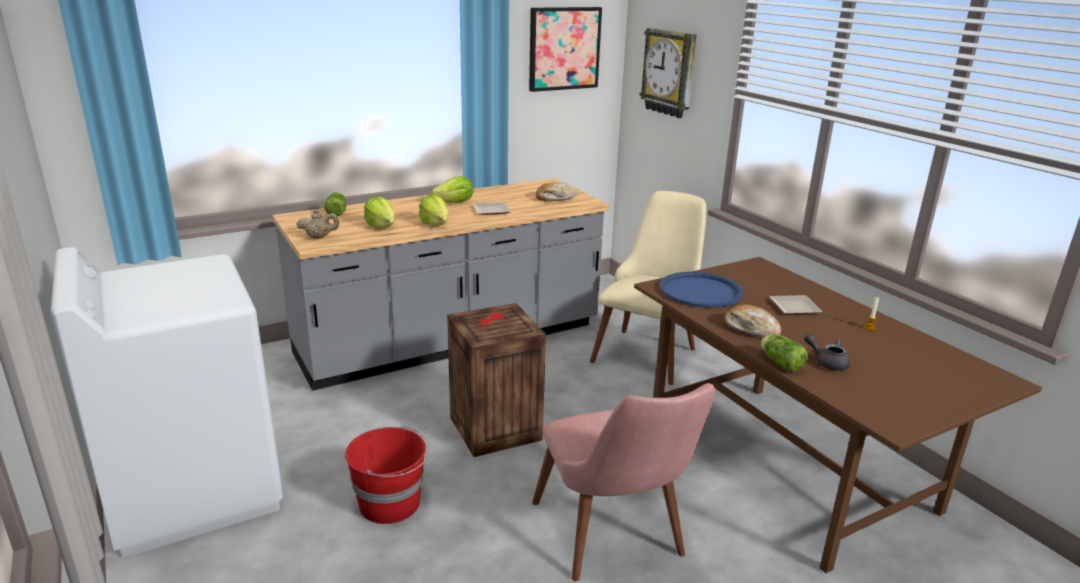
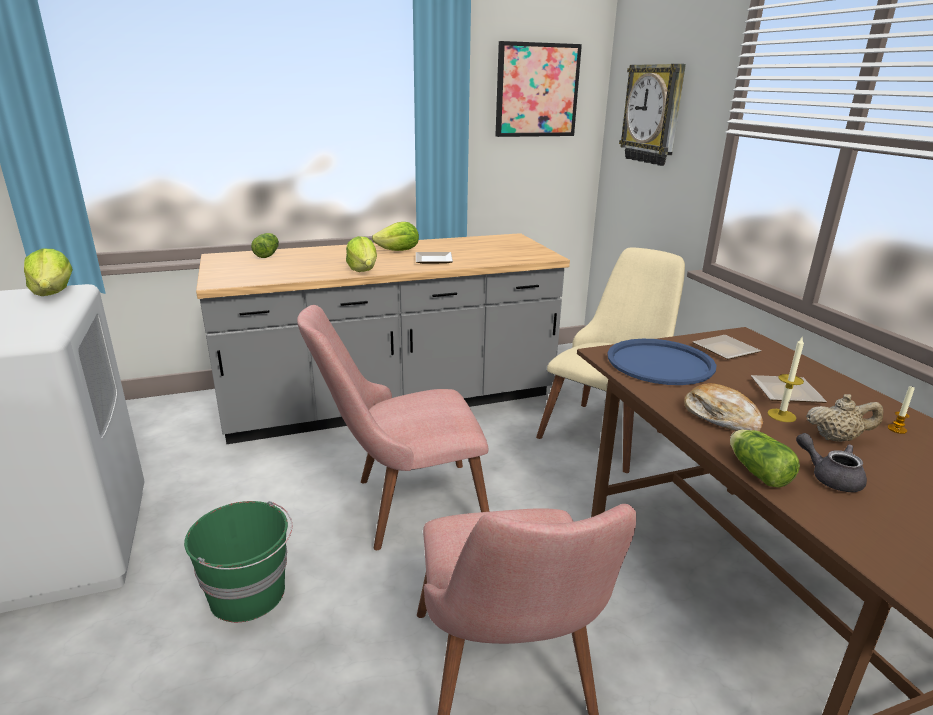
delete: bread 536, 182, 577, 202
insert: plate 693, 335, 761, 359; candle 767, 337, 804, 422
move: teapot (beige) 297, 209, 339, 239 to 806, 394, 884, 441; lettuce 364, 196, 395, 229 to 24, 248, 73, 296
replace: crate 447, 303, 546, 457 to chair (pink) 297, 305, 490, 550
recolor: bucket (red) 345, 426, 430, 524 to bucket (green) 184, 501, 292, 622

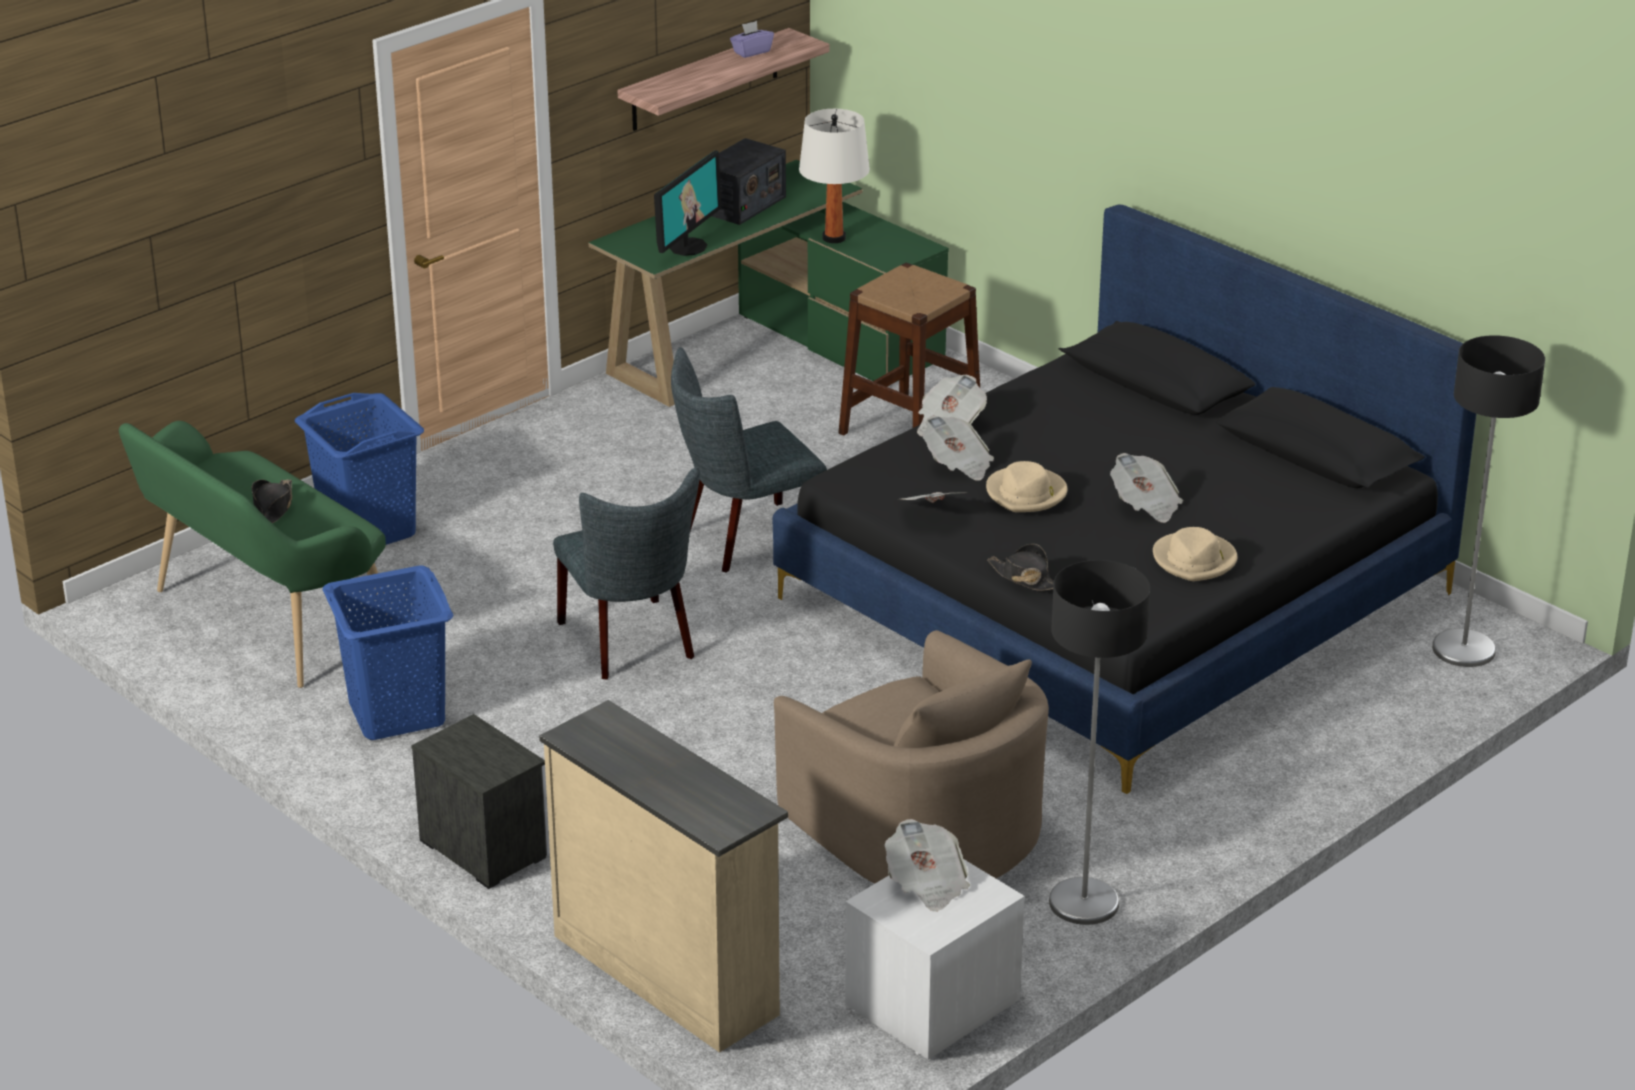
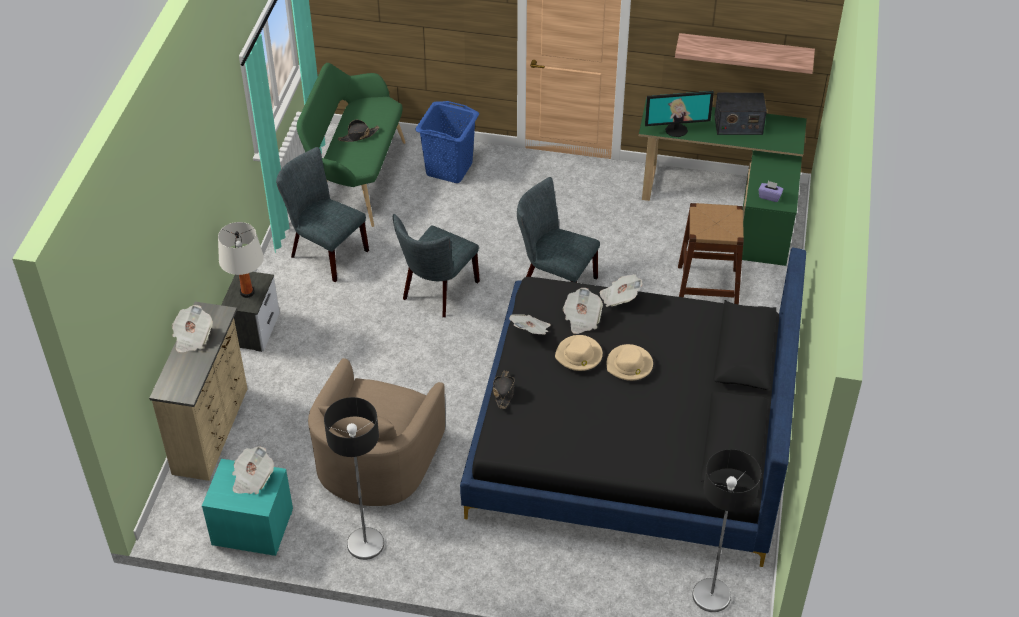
move: tissue box (purple) 730, 21, 774, 58 to 758, 181, 784, 202; table lamp (white) 799, 109, 870, 243 to 218, 222, 264, 298; newspaper 1110, 453, 1183, 523 to 172, 305, 213, 352; hat (beige) 1153, 527, 1237, 581 to 607, 344, 653, 381
replace: laundry basket (blue) 323, 565, 453, 740 to chair (grey) 276, 147, 369, 282
recolor: nightstand (white) 845, 859, 1025, 1060 to nightstand (turquoise) 202, 459, 293, 556

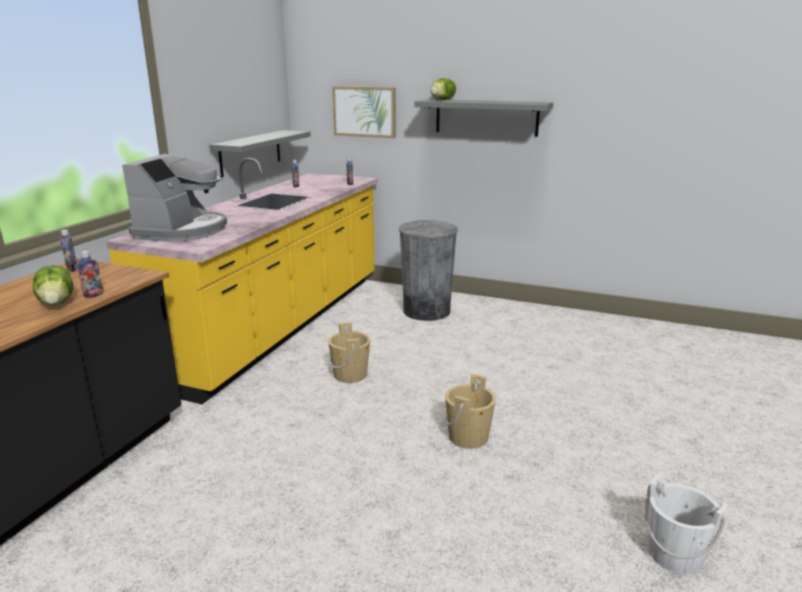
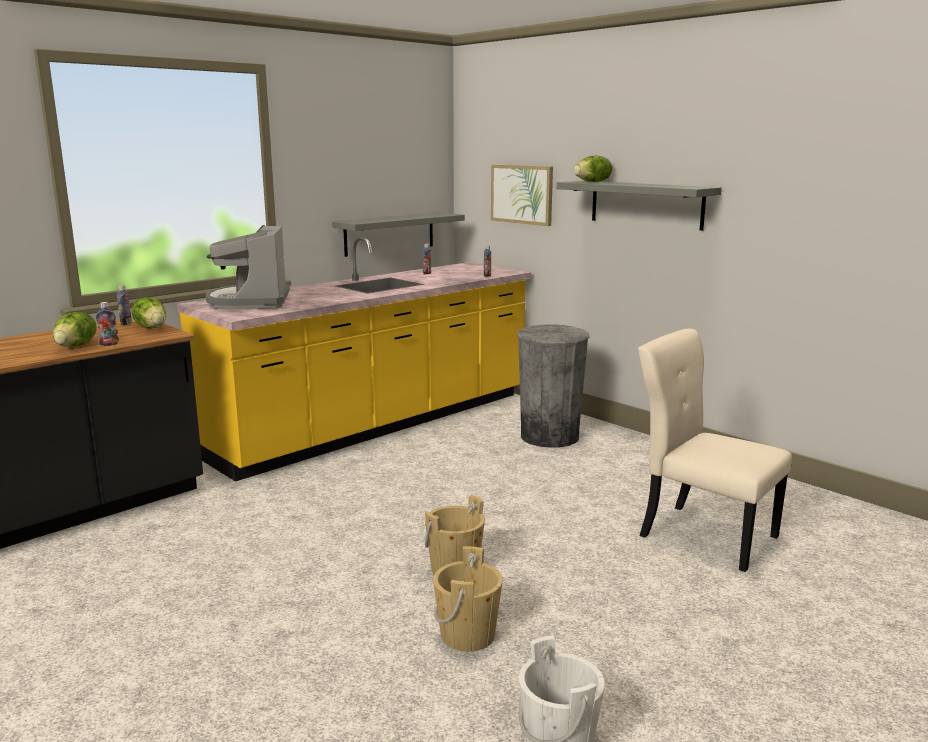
insert: lettuce 132, 297, 166, 329; chair (beige) 638, 329, 792, 572
move: bucket (beige) 328, 322, 371, 383 to 433, 546, 503, 652
rotate: coffee machine 122, 154, 227, 242 = 206, 225, 290, 310 135 degrees clockwise

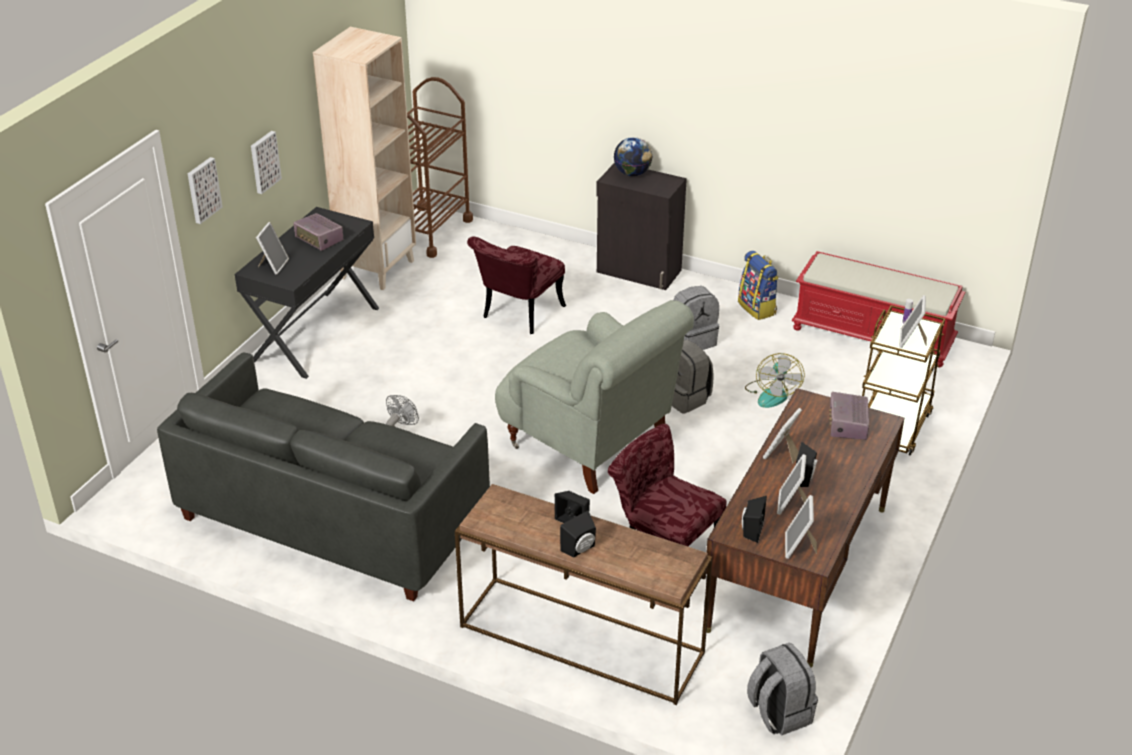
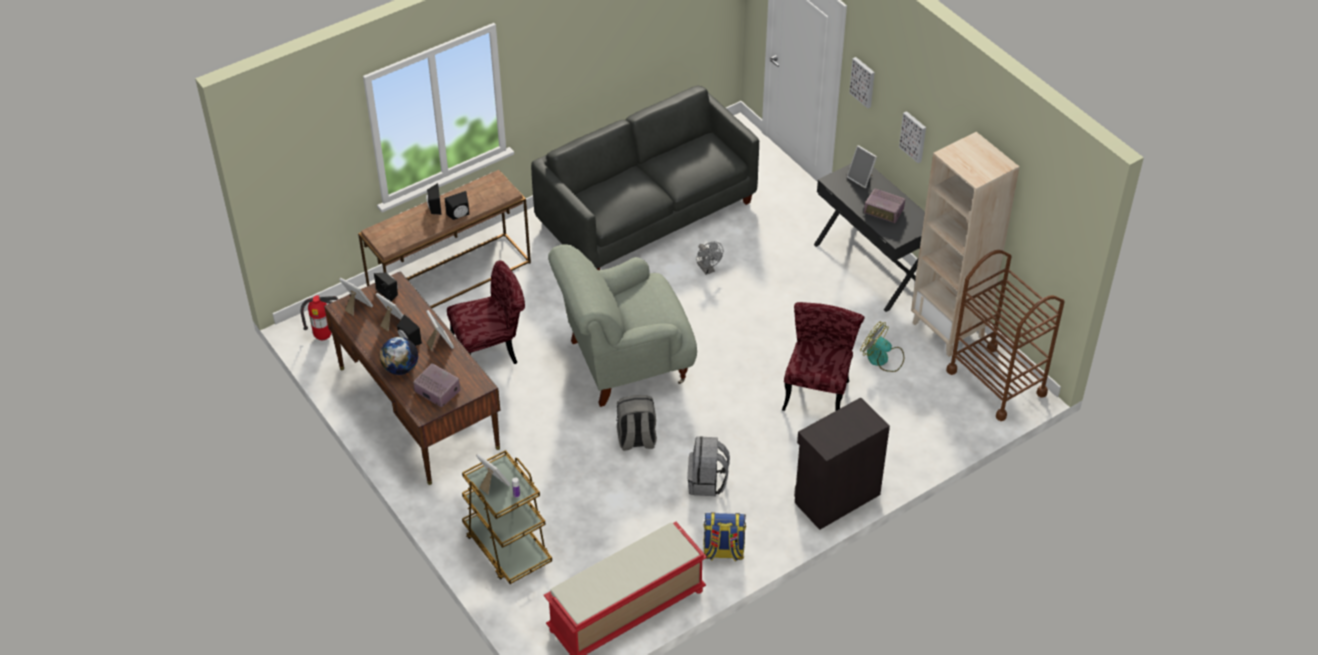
move: globe 614, 137, 652, 176 to 380, 337, 418, 375; fan 745, 353, 805, 408 to 860, 321, 904, 372
replace: backpack (grey) 747, 643, 818, 736 to fire extinguisher 300, 295, 338, 340
rotate: radio 293, 213, 343, 251 = 864, 189, 905, 224 135 degrees counterclockwise; chair (red) 467, 236, 566, 334 = 782, 302, 865, 411 45 degrees clockwise

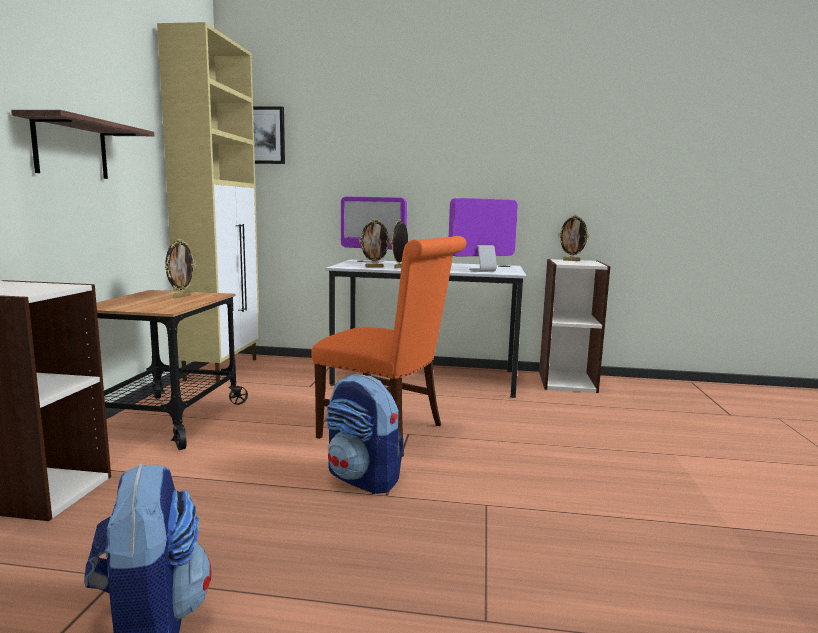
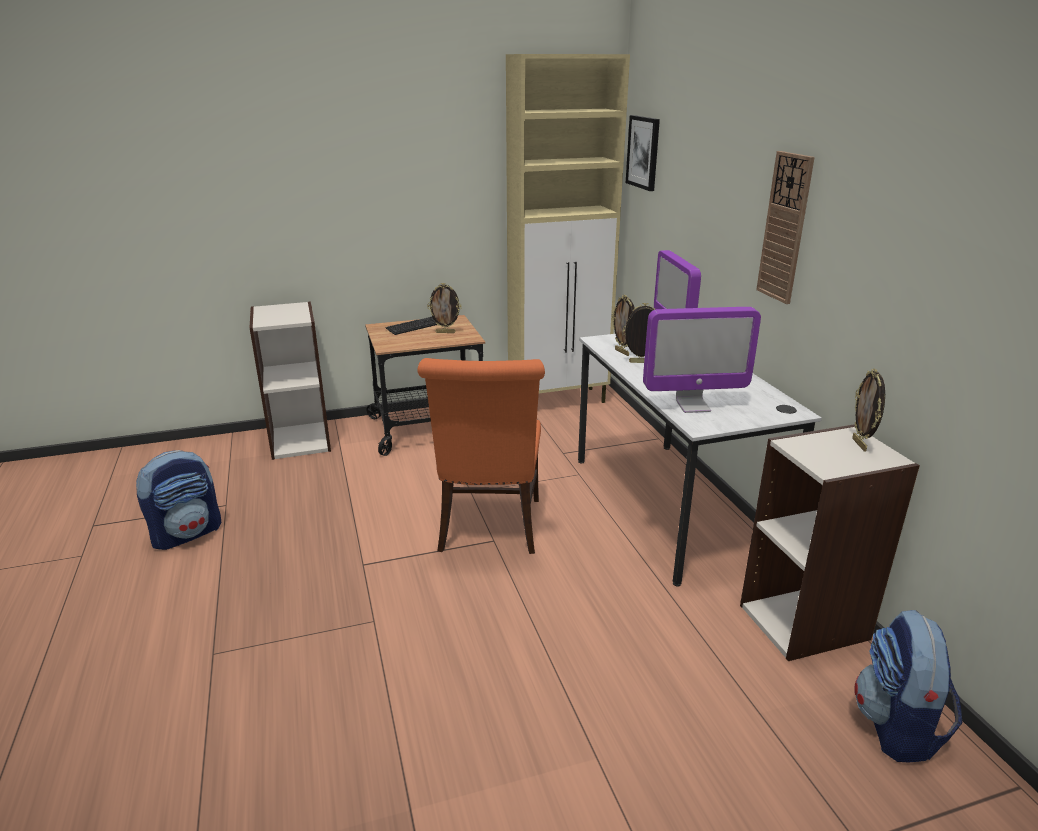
delete: shelf 11, 110, 154, 179
insert: keyboard 386, 316, 437, 335; wall clock 756, 151, 815, 304
move: backpack 326, 375, 404, 494 to 854, 610, 962, 762
rotate: monitor 449, 198, 518, 272 = 643, 307, 761, 413 135 degrees clockwise

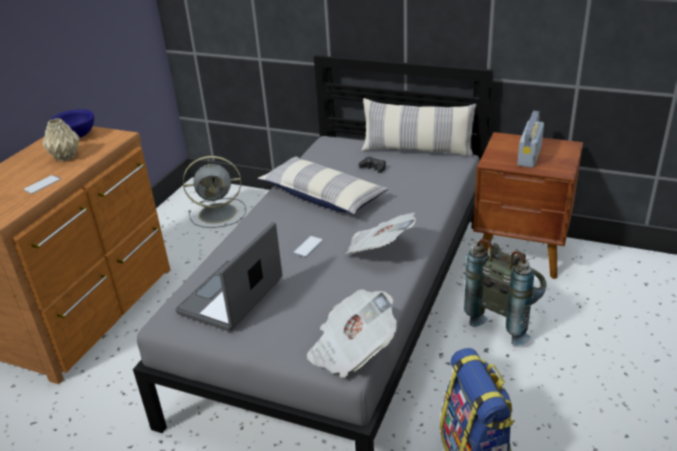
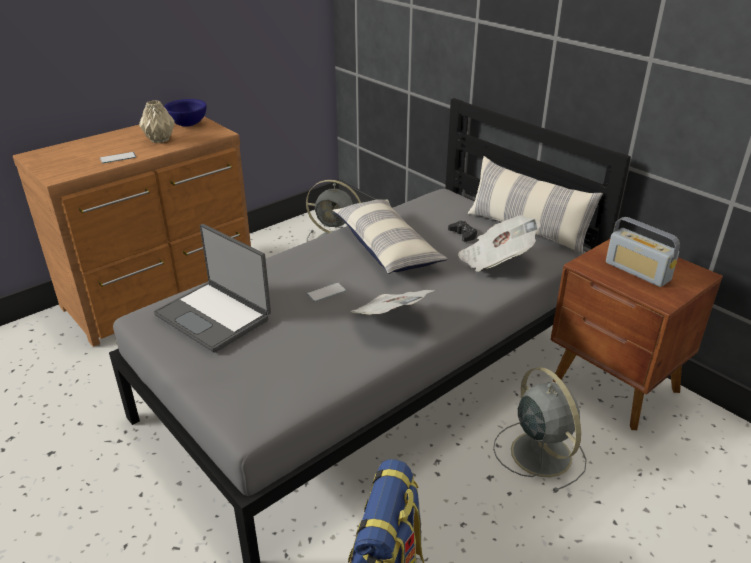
move: newspaper 307, 289, 397, 378 to 458, 215, 541, 272
replace: backpack (grey) 464, 239, 547, 346 to fan (grey) 493, 367, 587, 493
rotate: laptop 175, 222, 282, 332 = 154, 224, 271, 353 105 degrees counterclockwise; radio 517, 111, 544, 168 = 606, 217, 680, 287 90 degrees counterclockwise

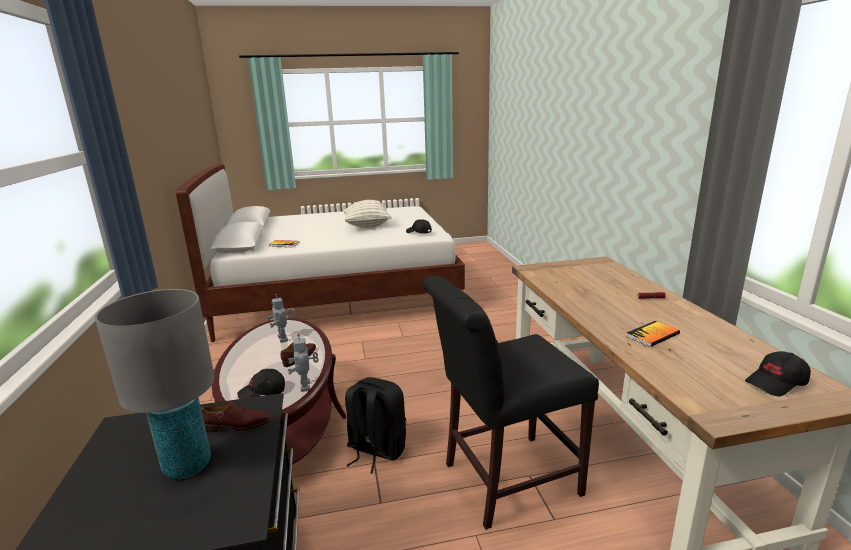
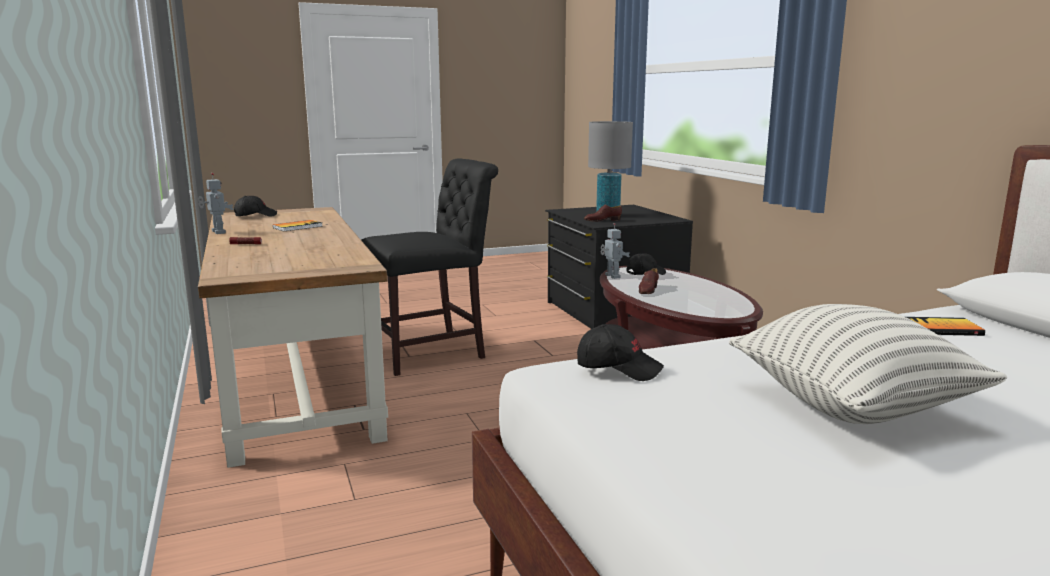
delete: backpack (black) 345, 377, 406, 474
move: toy robot 267, 294, 293, 343 to 198, 173, 234, 234

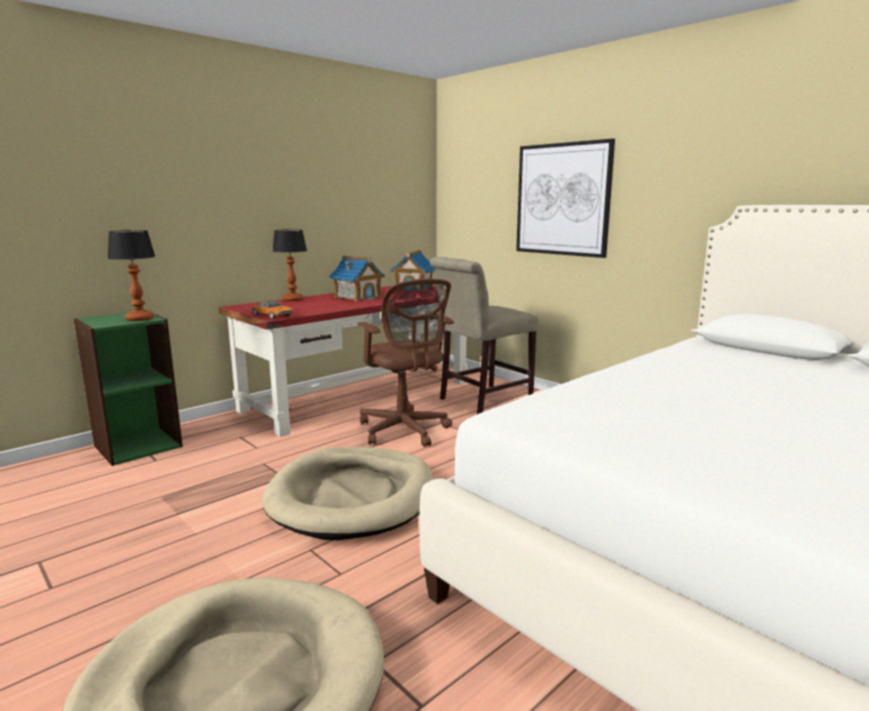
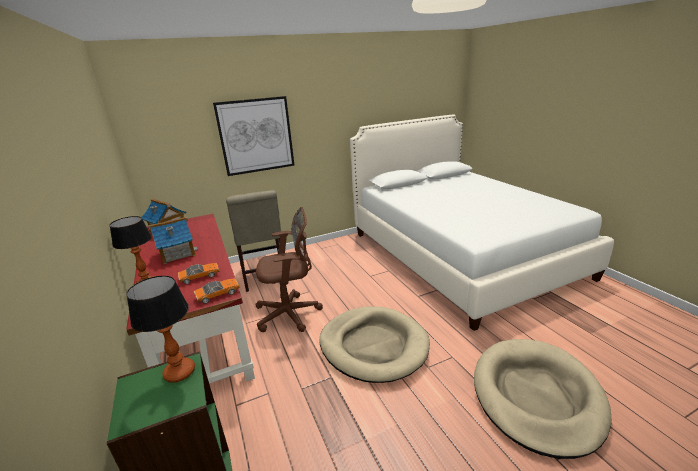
insert: toy car 178, 263, 220, 284

